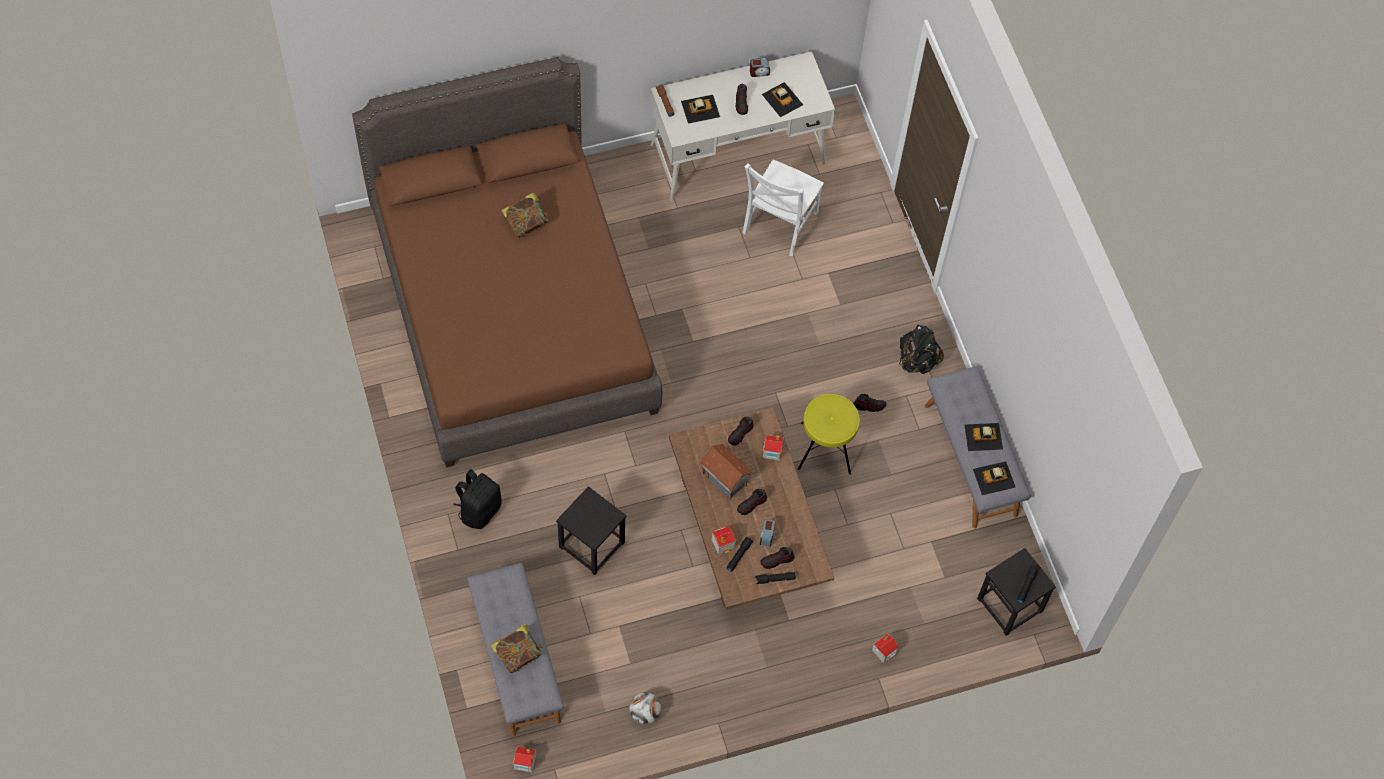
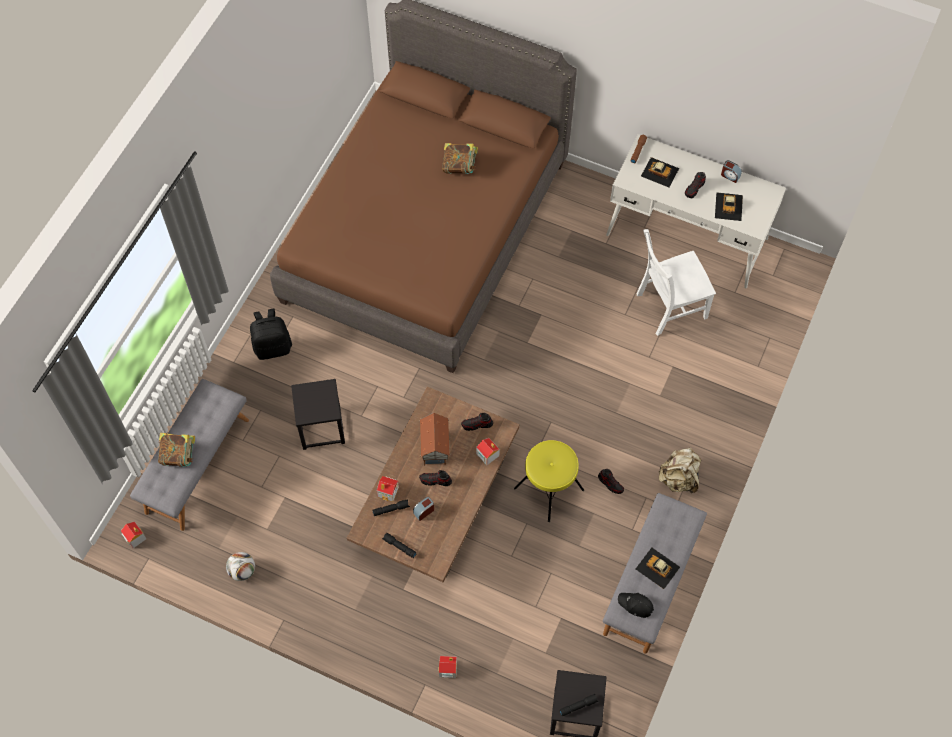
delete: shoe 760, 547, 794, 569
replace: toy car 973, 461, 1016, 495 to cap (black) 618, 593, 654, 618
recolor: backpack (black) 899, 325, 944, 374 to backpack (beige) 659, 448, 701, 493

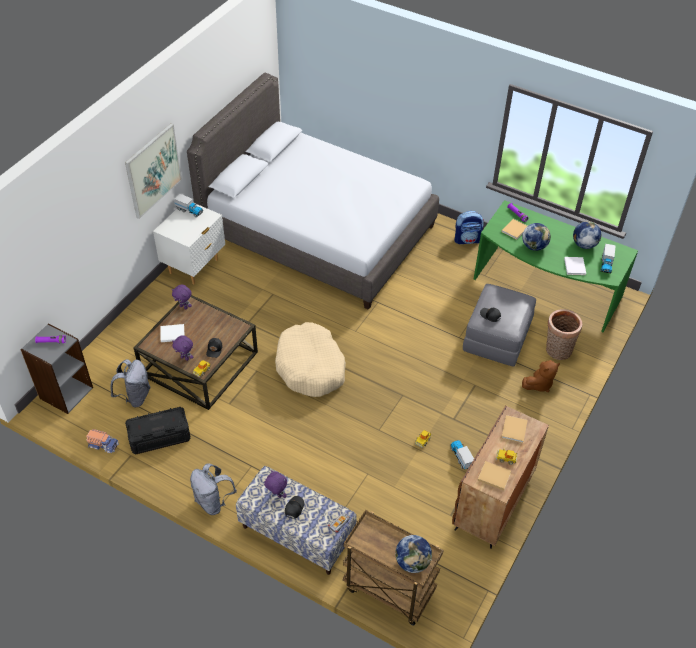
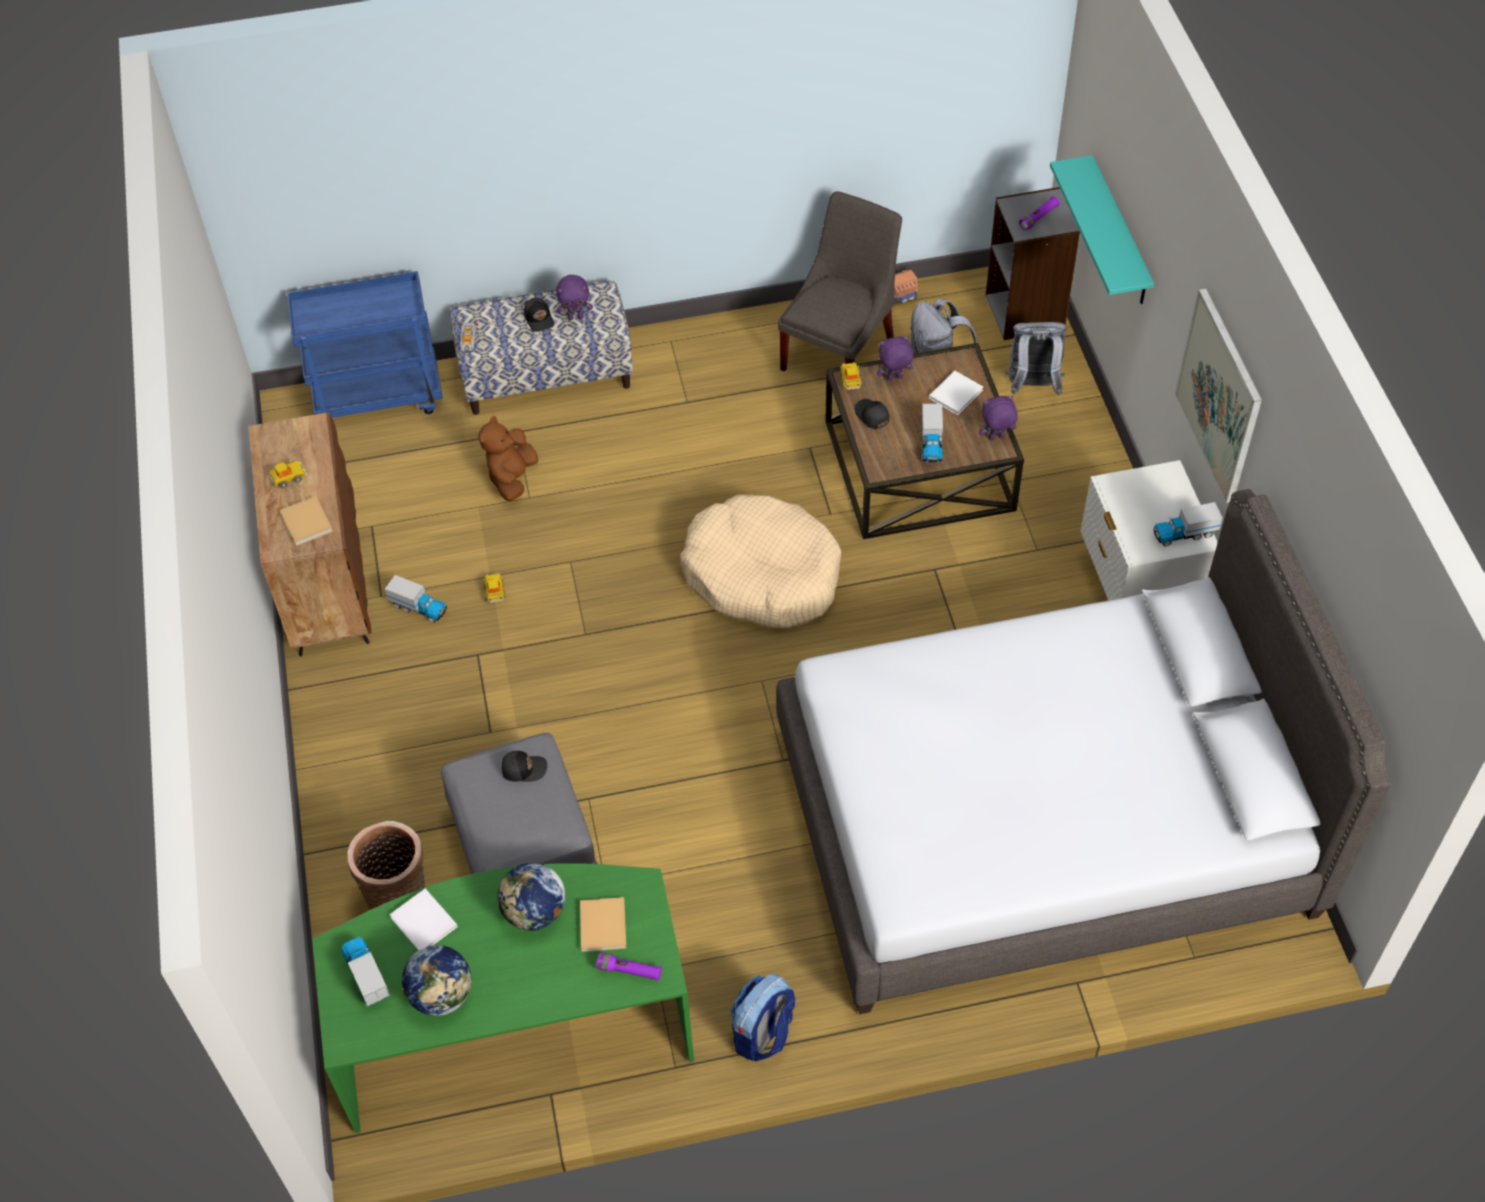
delete: globe 395, 535, 432, 573; book (beige) 478, 461, 511, 490
insert: toy truck 921, 404, 943, 462; shelf (turquoise) 1050, 155, 1154, 304
move: backpack (grey) 190, 463, 237, 515 to 1005, 322, 1066, 395; plush toy (brown) 522, 360, 560, 392 to 478, 416, 538, 501
replace: storage box (black) 125, 407, 190, 454 to chair (grey) 778, 191, 902, 372
recolor: cart (brown) 343, 510, 444, 626 to cart (blue) 287, 271, 443, 418

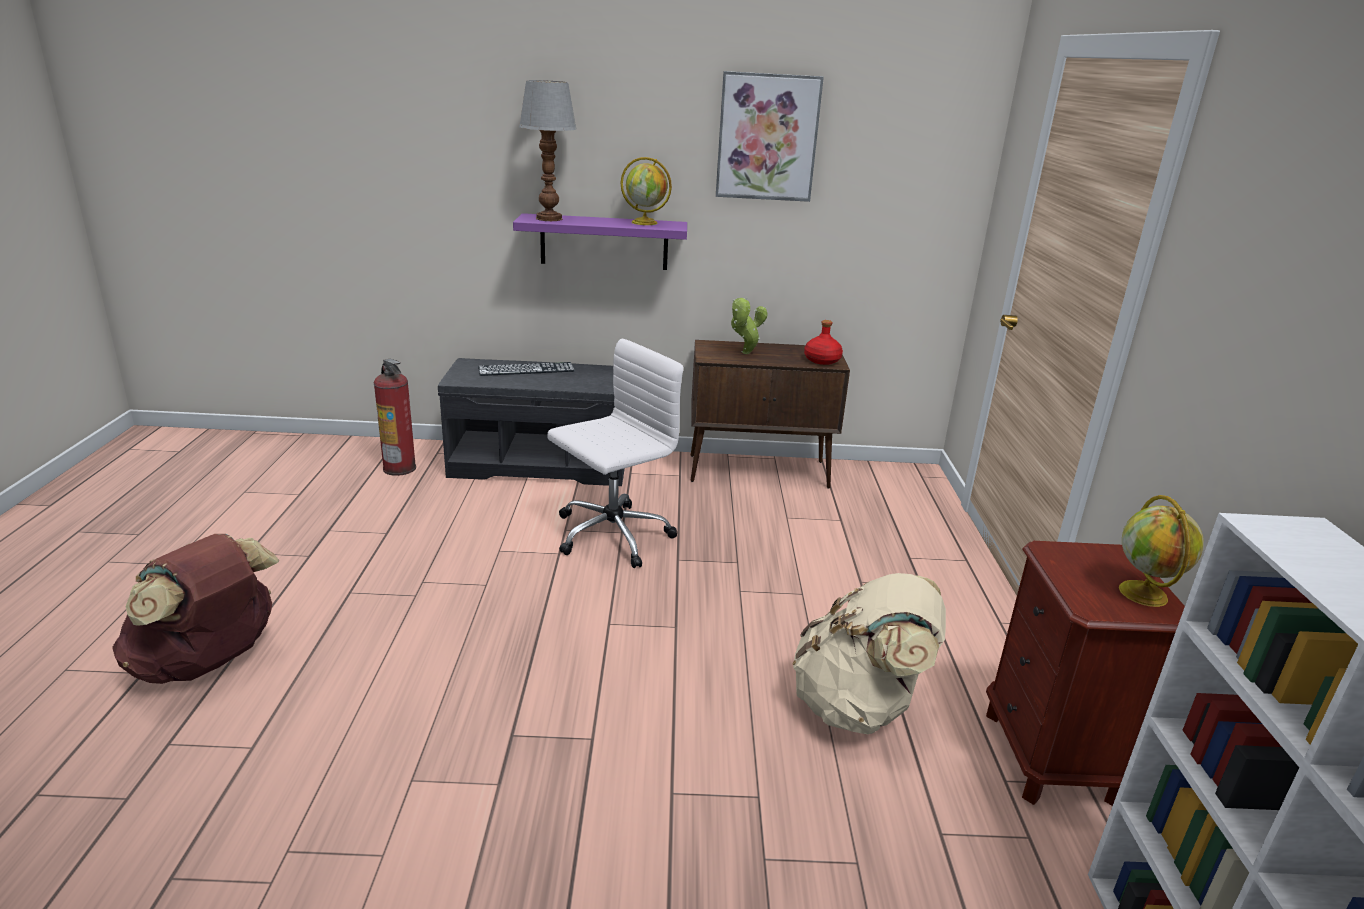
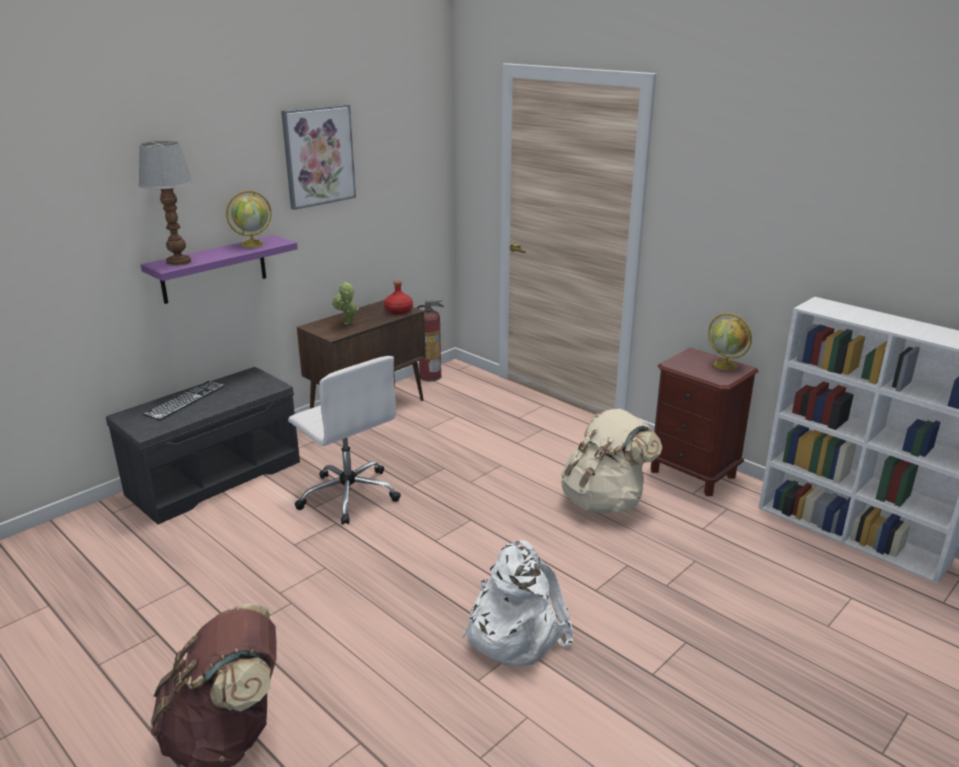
insert: backpack (white) 461, 540, 573, 666
move: fire extinguisher 374, 359, 416, 476 to 417, 299, 444, 382
rotate: office chair (white) 547, 339, 683, 568 = 288, 356, 401, 525 135 degrees clockwise

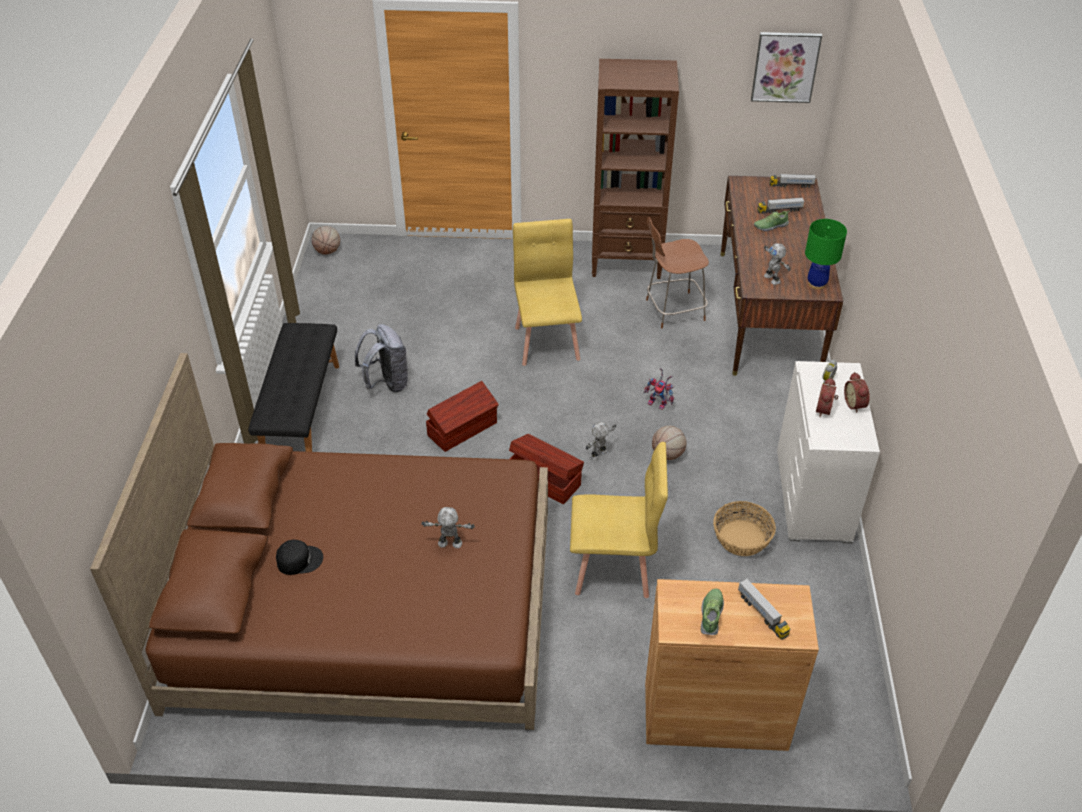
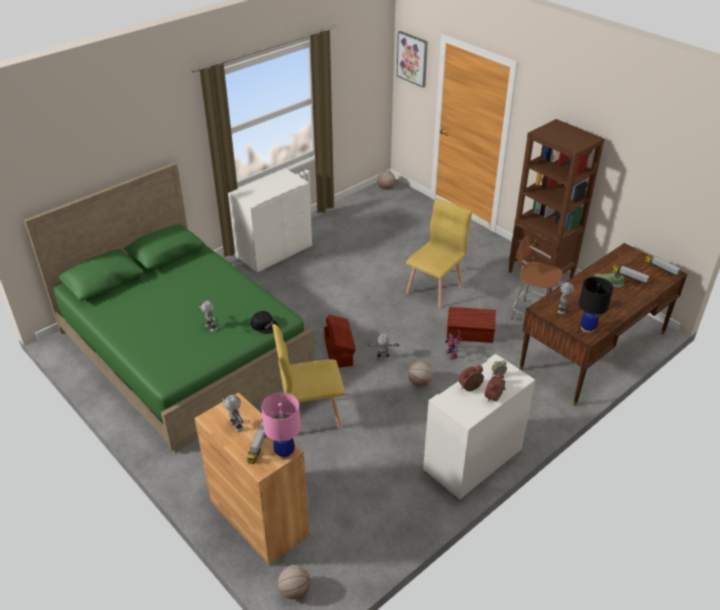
delete: backpack (grey) 355, 324, 409, 392; basket 713, 501, 776, 556
insert: table lamp (pink) 262, 392, 301, 459; basketball 278, 565, 311, 599
move: cap (black) 276, 540, 323, 575 to 251, 311, 279, 334; storage box (brown) 426, 381, 499, 452 to 447, 307, 496, 343; picture 751, 32, 822, 103 to 397, 31, 428, 88
replace: bench (black) 248, 323, 339, 452 to dresser (white) 228, 169, 312, 274; shoe 701, 589, 724, 635 to toy robot 222, 395, 244, 432
recolor: bed (brown) 90, 353, 548, 730 to bed (green) 24, 163, 315, 453; table lamp (green) 805, 219, 847, 290 to table lamp (black) 579, 277, 613, 333
rotate: chair (yellow) 570, 442, 668, 598 = 272, 324, 345, 429 120 degrees clockwise

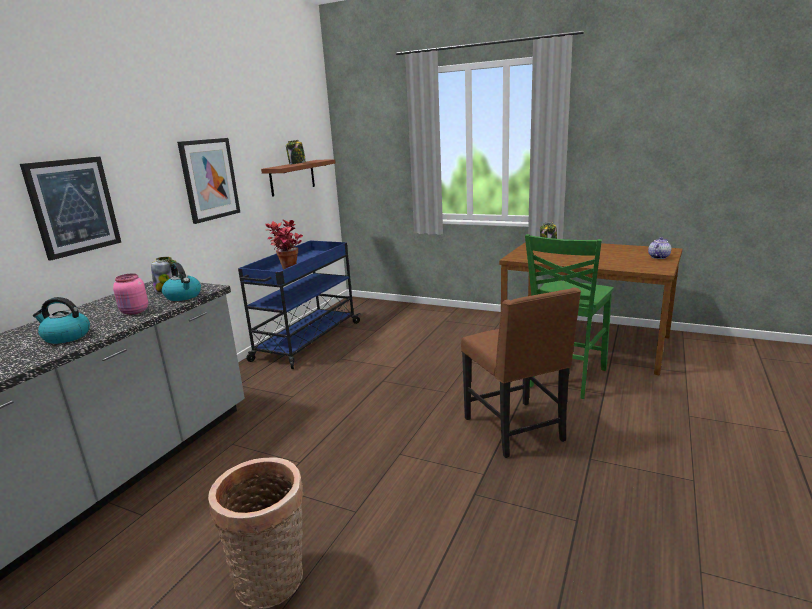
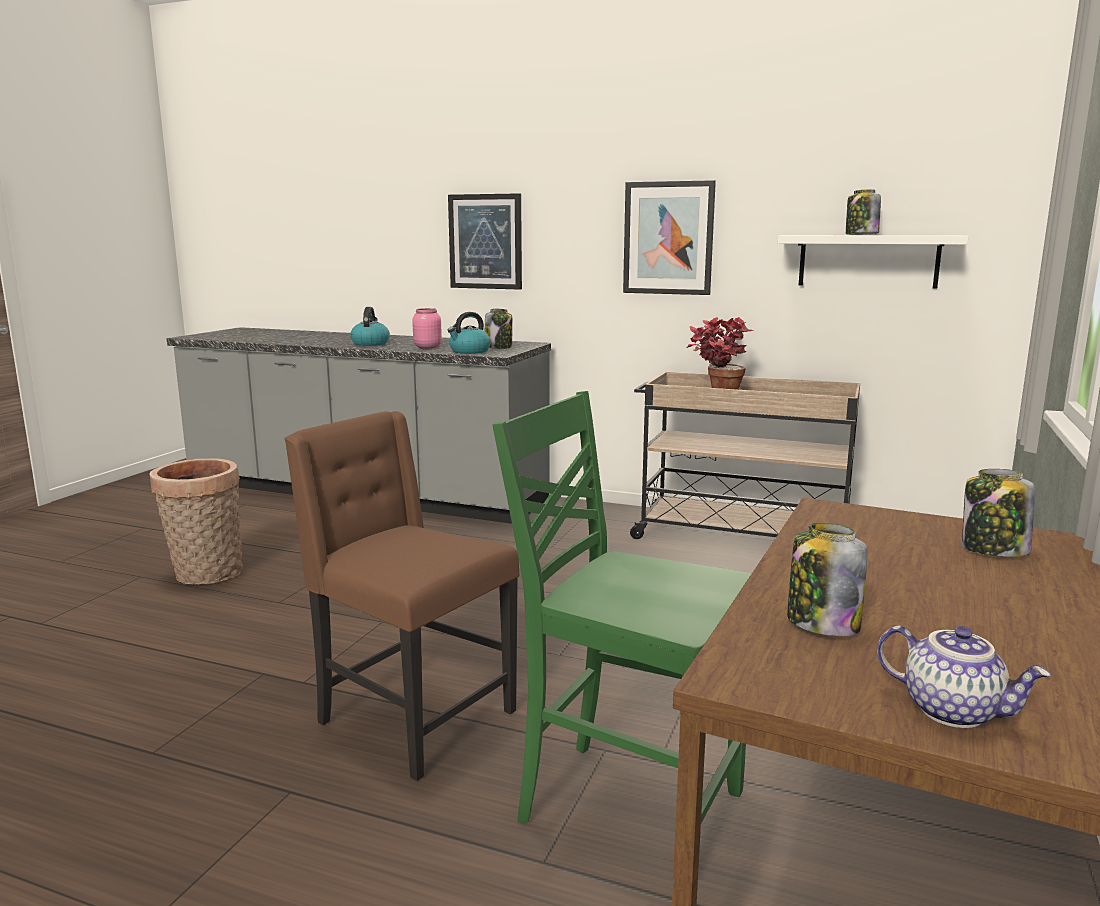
insert: jar 787, 523, 868, 636
recolor: cart (blue) 238, 240, 361, 369 to cart (beige) 630, 372, 860, 539; shelf (brown) 261, 159, 335, 197 to shelf (white) 778, 235, 969, 288
rotate: chair (brown) 461, 287, 581, 458 = 284, 411, 519, 781 60 degrees clockwise

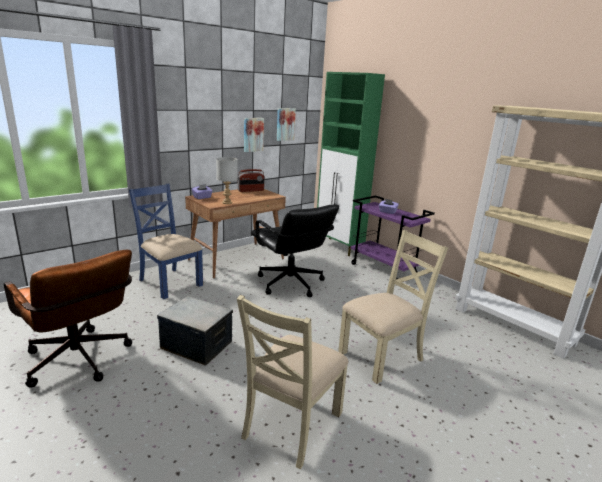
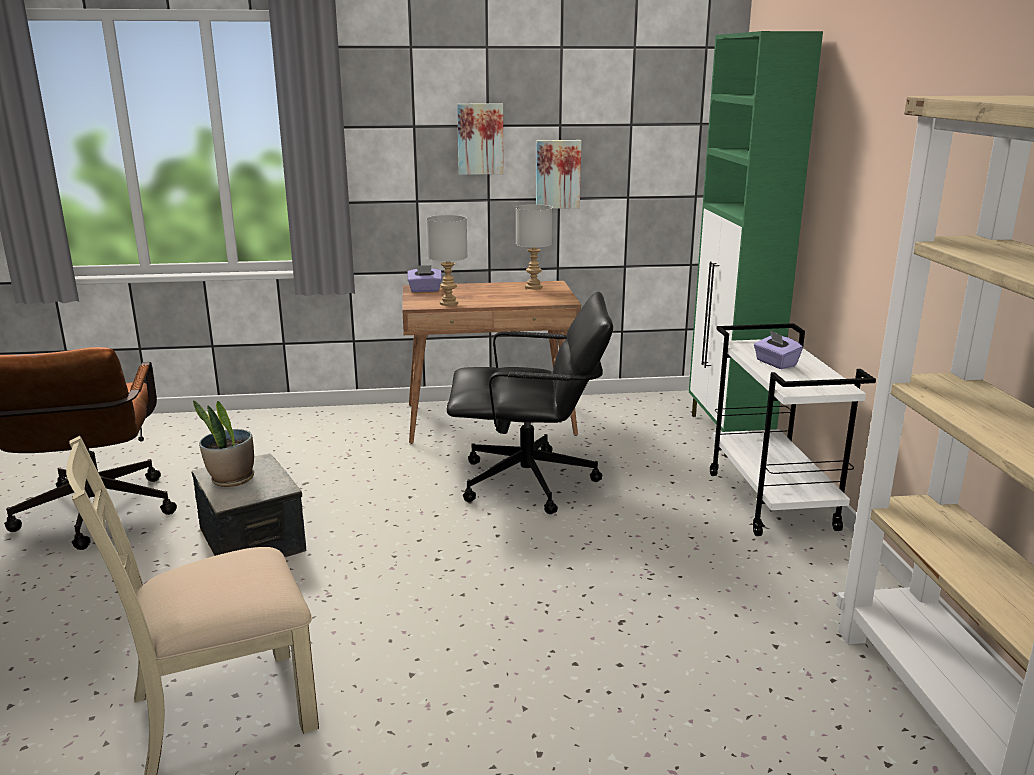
delete: chair (blue) 129, 183, 203, 299; chair (beige) 338, 230, 448, 384
insert: potted plant 193, 400, 254, 487
move: picture 277, 108, 296, 141 to 457, 103, 504, 175
replace: radio 237, 169, 265, 192 to table lamp (grey) 516, 204, 553, 289
recolor: cart (purple) 350, 196, 435, 279 to cart (white) 710, 323, 876, 536
rotate: office chair (black) 251, 204, 339, 297 = 447, 292, 613, 514 90 degrees counterclockwise

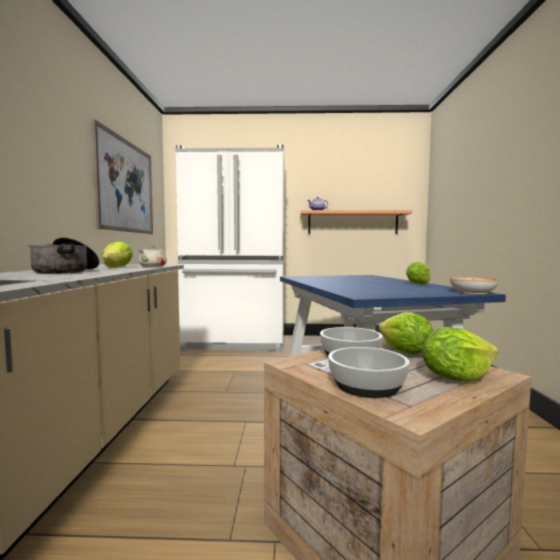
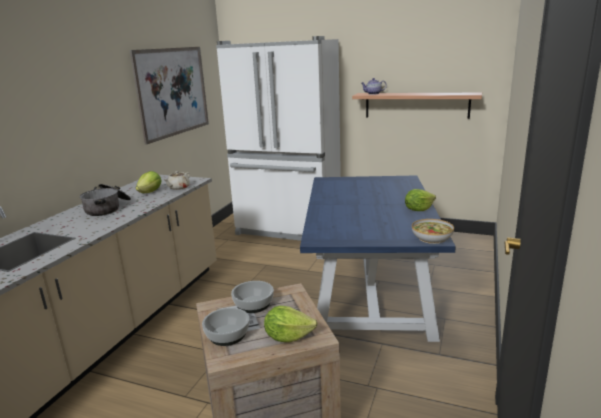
delete: lettuce 379, 312, 433, 354

